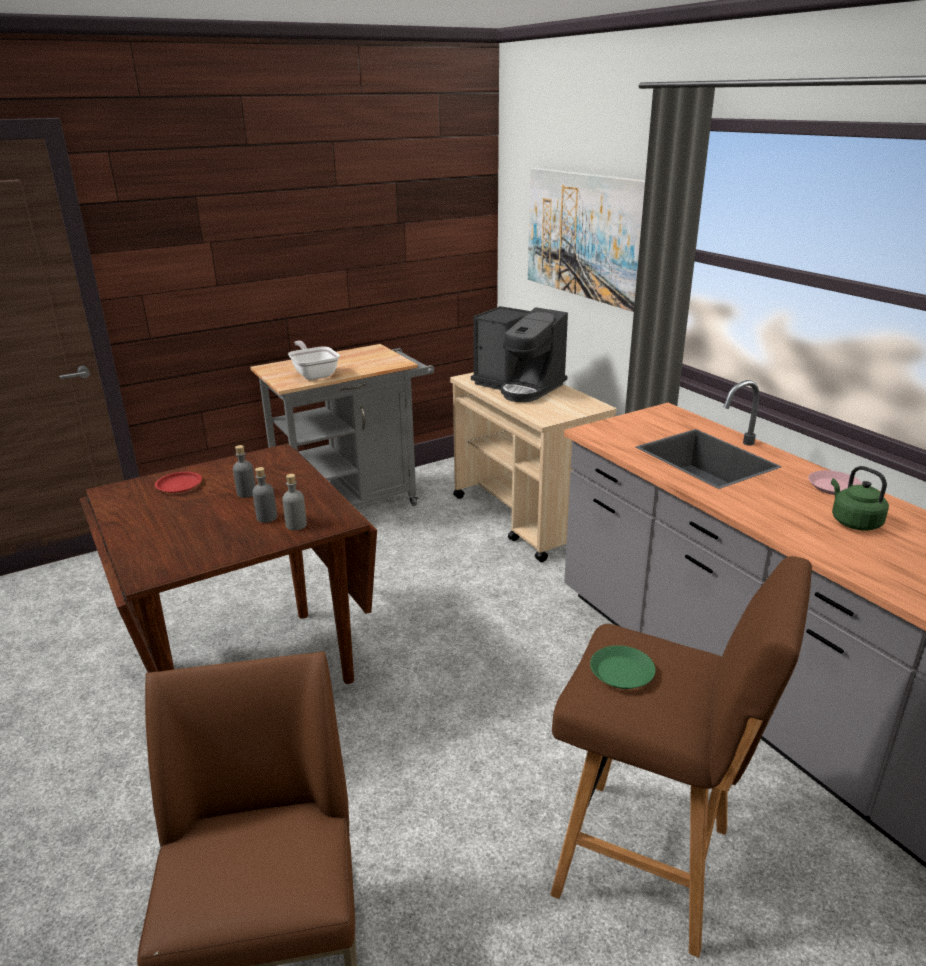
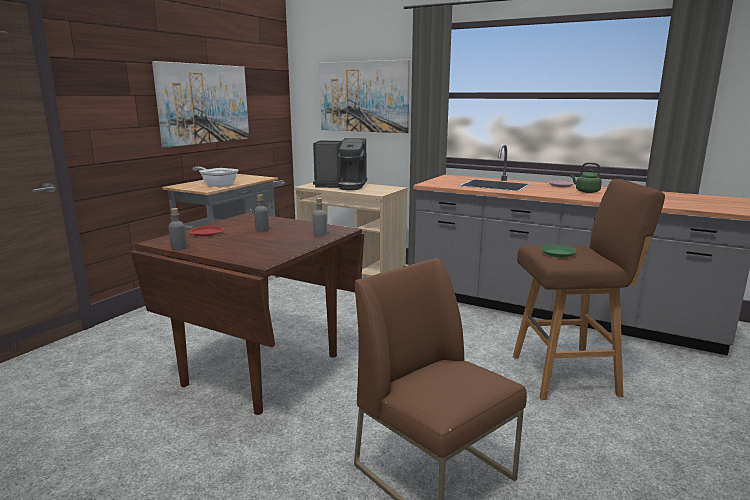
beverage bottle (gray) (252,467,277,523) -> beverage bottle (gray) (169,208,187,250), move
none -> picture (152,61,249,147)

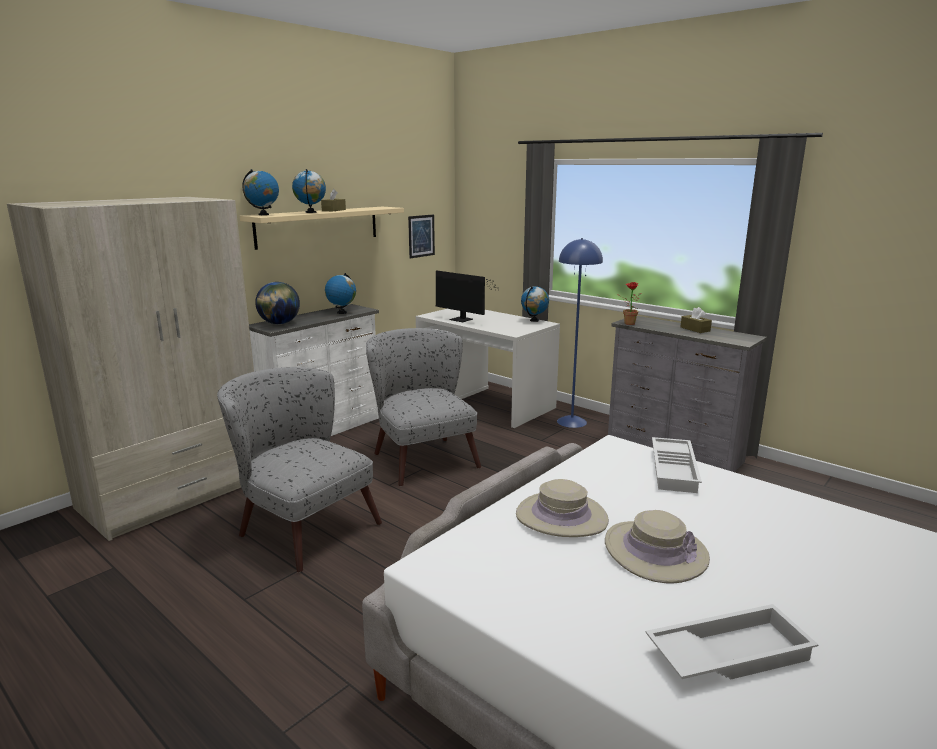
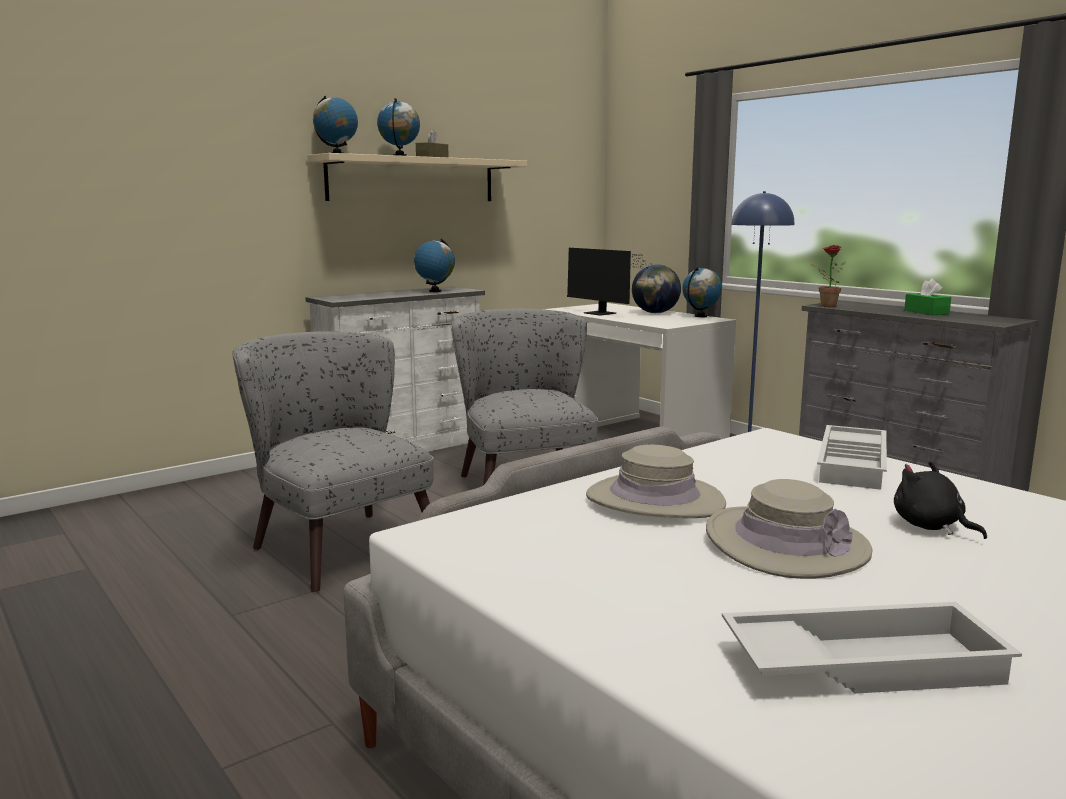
armoire (sand-coloured) (7,197,254,541) -> none
picture (408,214,435,258) -> none
desk globe (255,282,300,324) -> desk globe (632,265,681,313), move
box of tissues (brown) (681,307,712,333) -> box of tissues (green-coloured) (904,278,951,315)
none -> soft toy (blackish) (894,461,987,539)

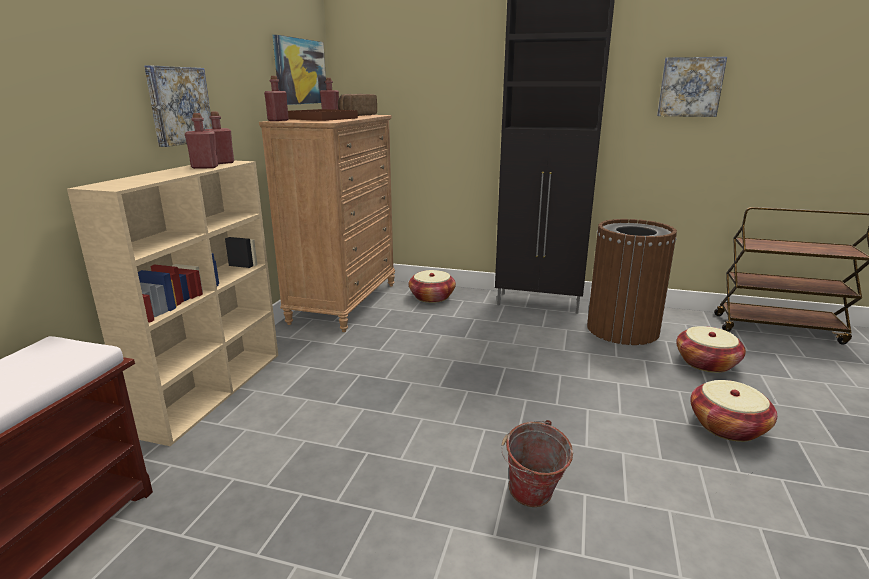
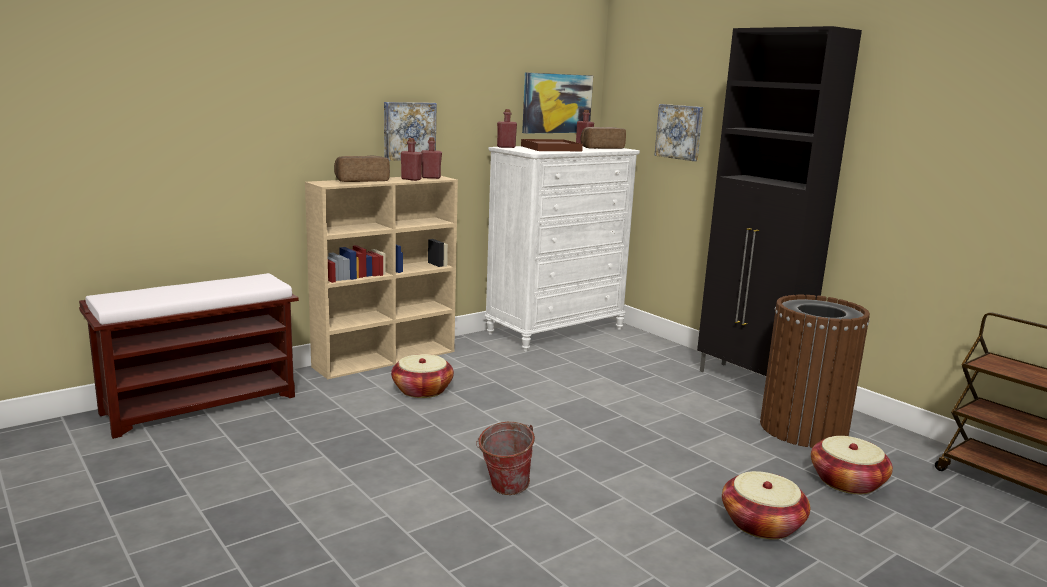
picture (657,57,727,117) -> picture (654,104,703,161), move
drawer chest (brown) (259,115,395,332) -> drawer chest (white-coloured) (484,146,640,351)
household basket (409,270,456,303) -> household basket (391,354,454,398), move
none -> bakery bread (334,156,390,182)

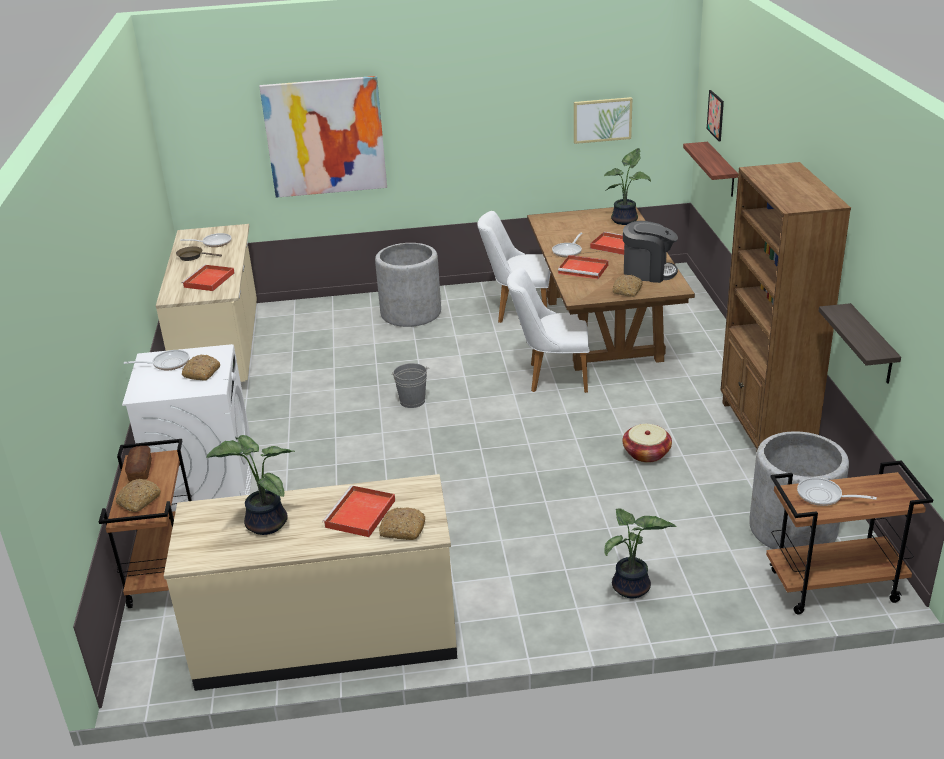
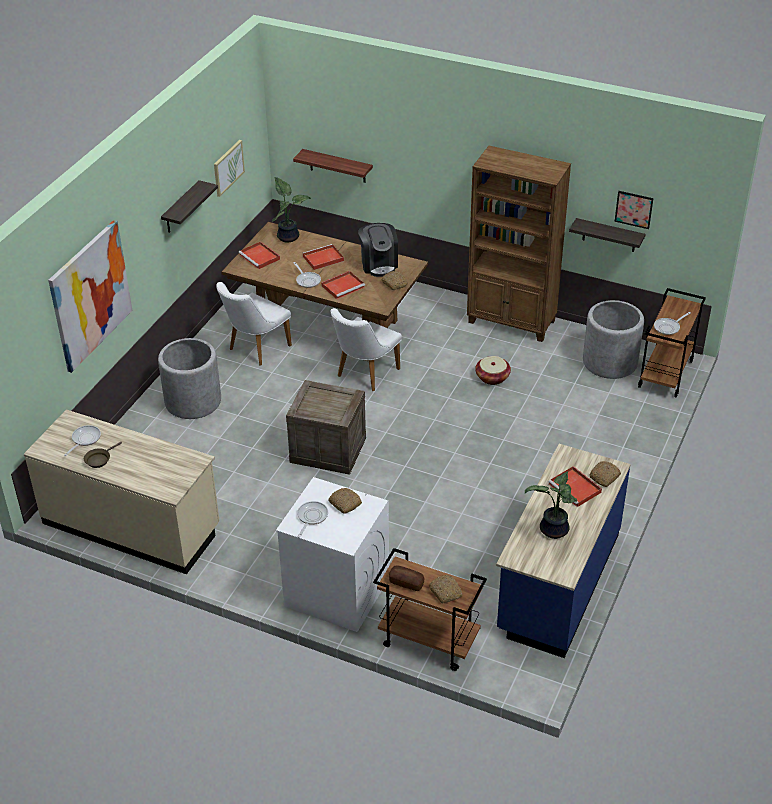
picture (707,90,724,141) -> picture (615,191,653,229), move
coffee machine (623,221,678,283) -> coffee machine (358,223,398,277), 120 degrees clockwise
carrying tray (reddish) (182,265,235,291) -> carrying tray (reddish) (239,241,280,269), move
bucket (gray) (391,363,429,408) -> packing crate (286,380,366,475)
counter (sand-coloured) (164,474,457,691) -> counter (blue) (496,444,631,658)
houseplant (604,508,676,598) -> none
none -> bracket shelf (161,180,218,233)

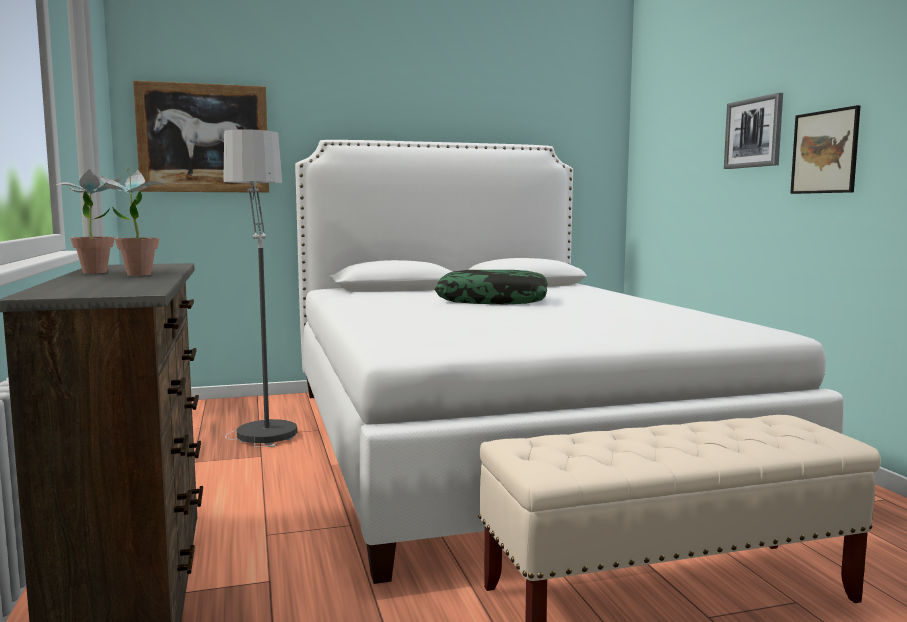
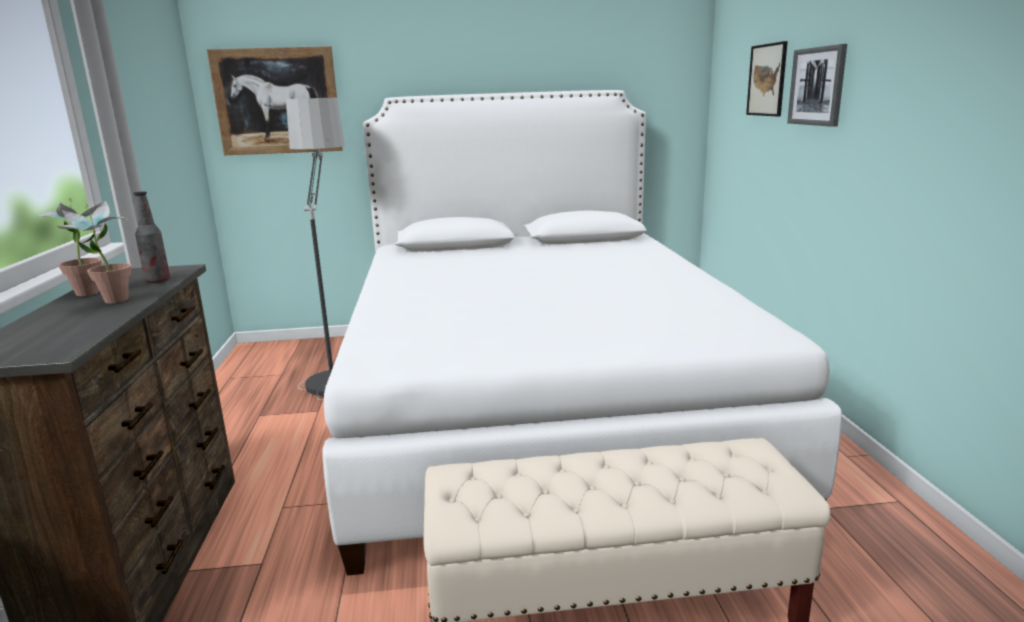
picture (790,105,860,194) -> picture (746,41,788,116), move
cushion (435,270,548,304) -> none
none -> beverage bottle (133,191,170,283)

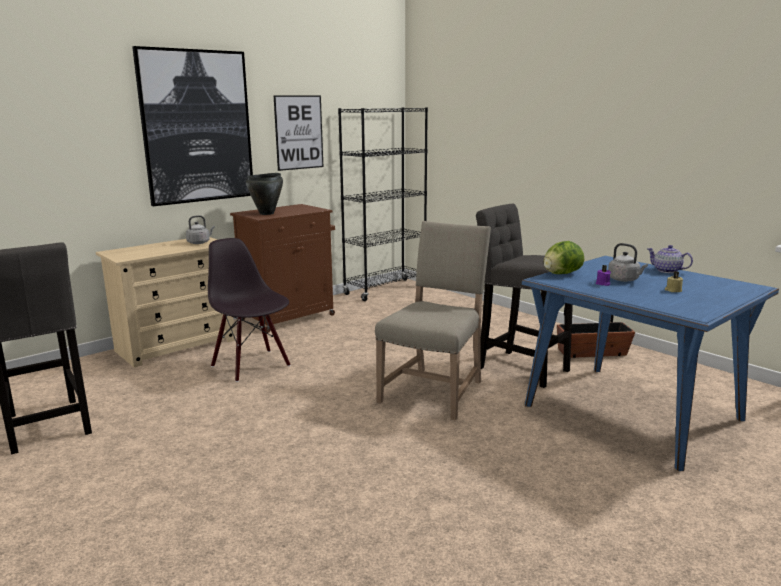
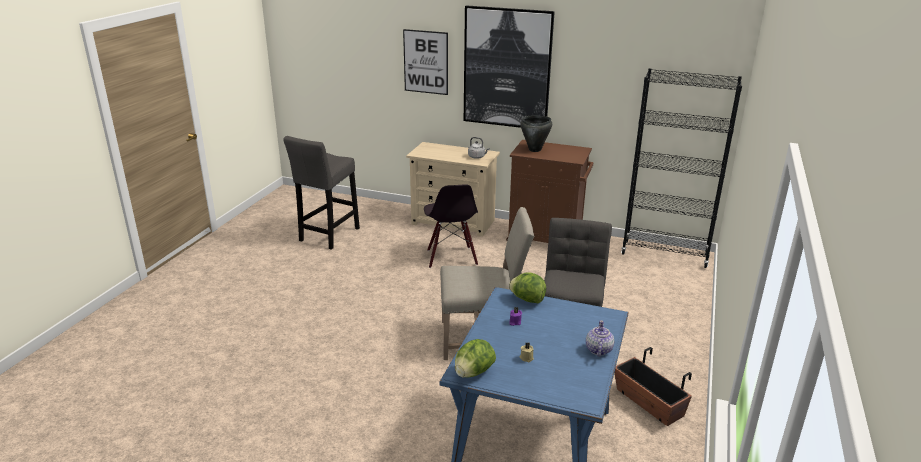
picture (273,95,323,171) -> picture (403,29,448,95), move
chair (blackish) (208,238,291,382) -> chair (blackish) (424,184,478,268), 150 degrees clockwise
water kettle (gray) (608,243,648,282) -> none
none -> head of lettuce (455,339,496,378)

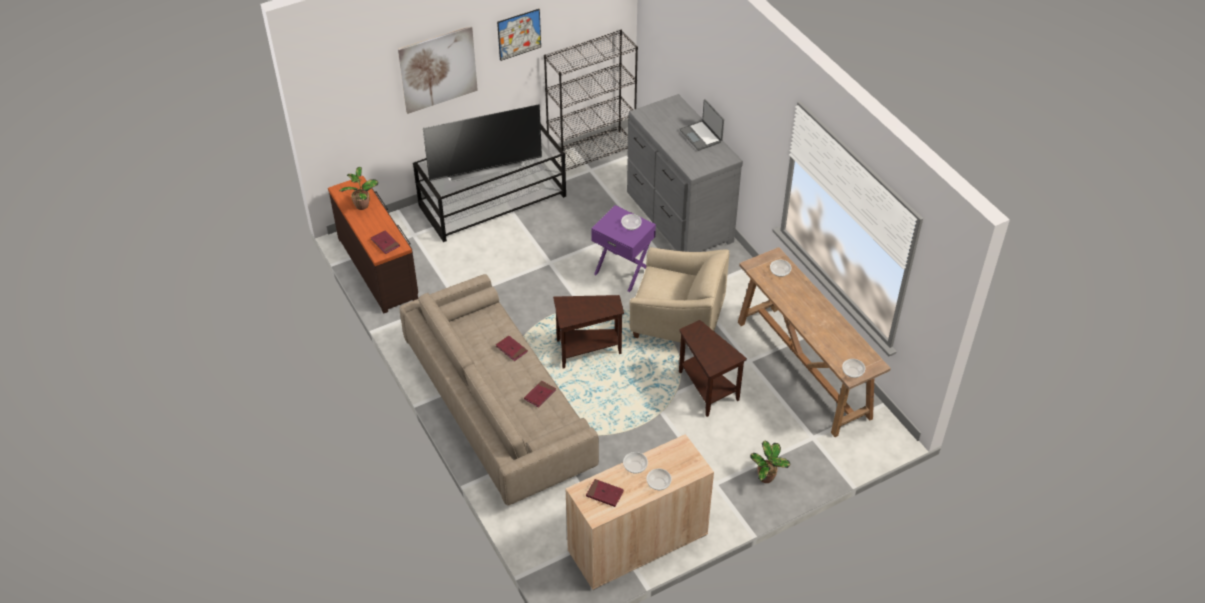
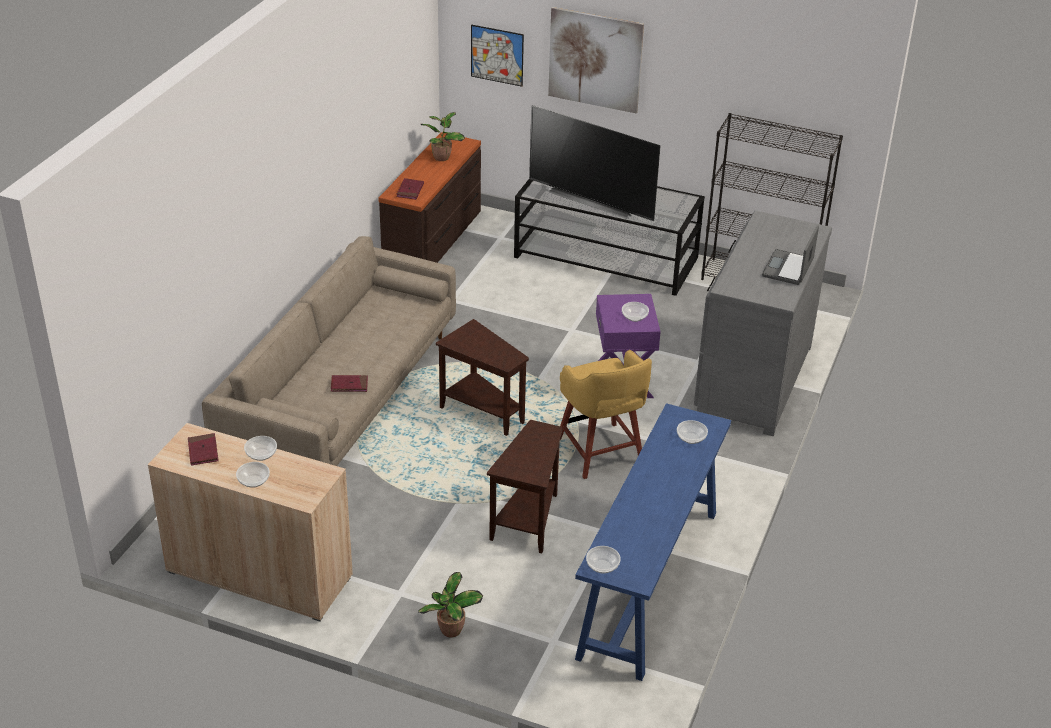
picture (497,9,541,61) -> picture (471,25,524,87), move
lounge chair (sand-coloured) (629,247,730,344) -> stool (yellow-coloured) (560,350,652,479)
narrow table (brown) (738,247,891,437) -> narrow table (blue) (575,403,731,681)
bound book (reddish) (496,336,528,361) -> none

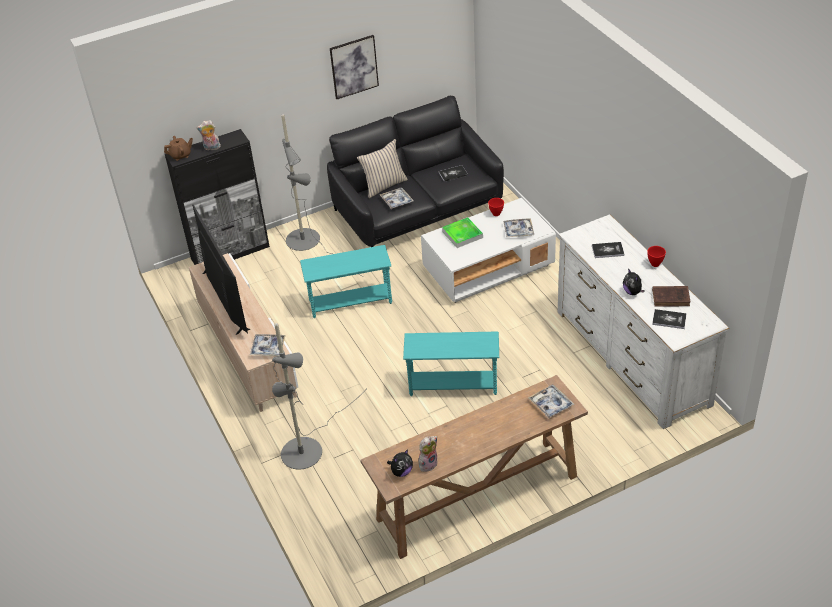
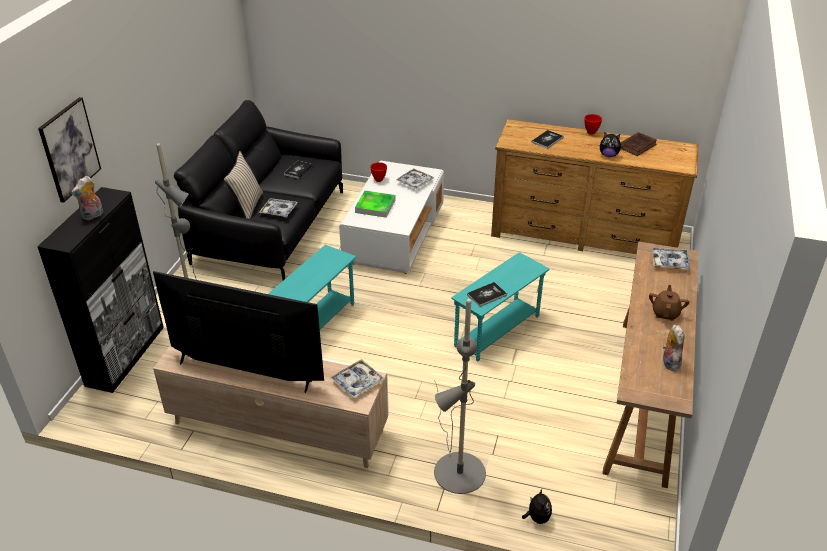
picture (330,35,379,99) -> picture (38,97,101,203), move
tea pot (brown) (164,136,193,161) -> tea pot (brown) (649,285,689,321), move
drawer chest (white-coloured) (558,214,729,429) -> drawer chest (brown) (491,119,699,254)
bound book (652,309,687,329) -> bound book (467,282,507,307), move
soft toy (387,449,413,477) -> soft toy (522,489,552,524), move

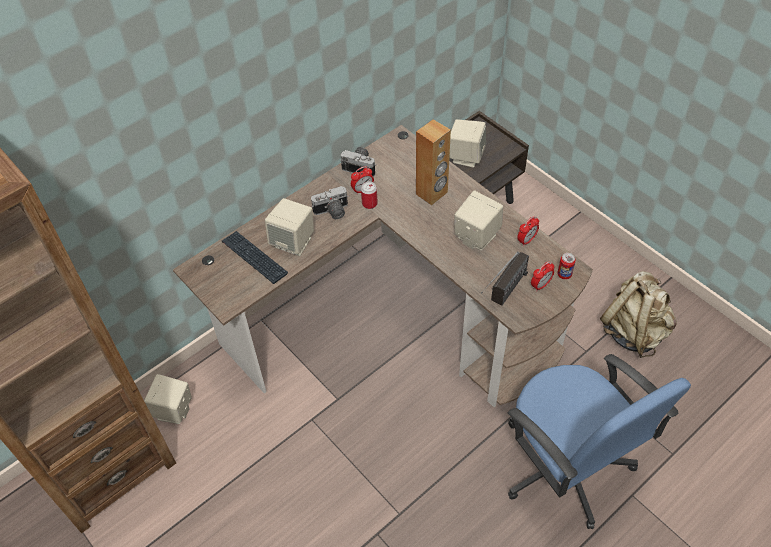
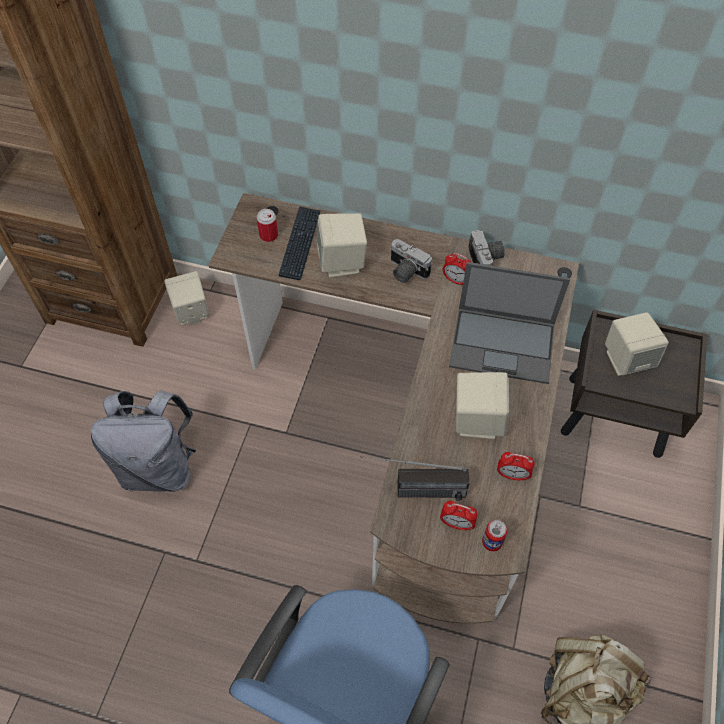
audio speaker (brown) (416,119,451,205) -> portable computer (449,262,570,384)
can (361,181,378,209) -> can (257,209,278,242), move
none -> rucksack (gray) (91,390,196,492)

